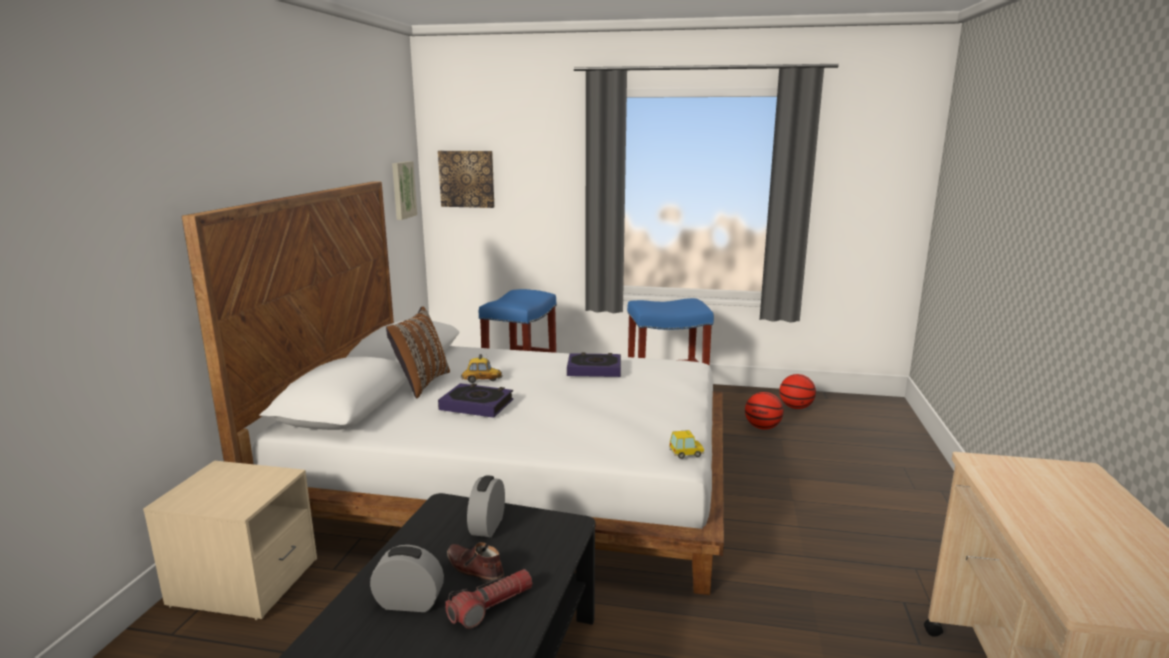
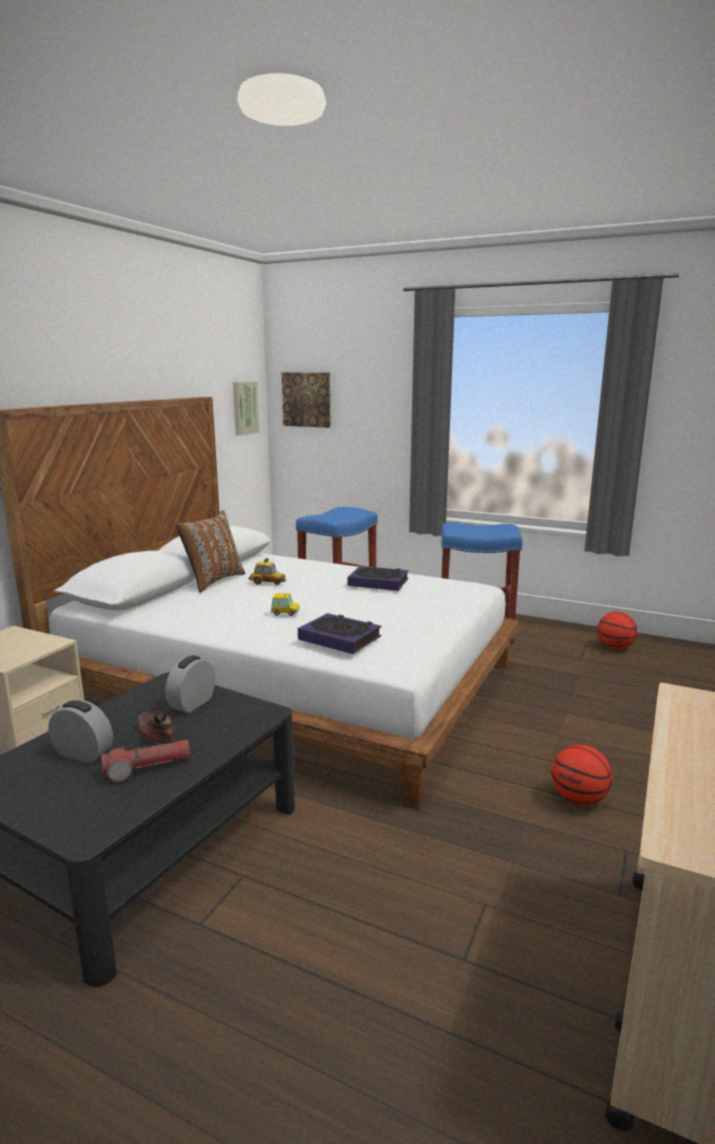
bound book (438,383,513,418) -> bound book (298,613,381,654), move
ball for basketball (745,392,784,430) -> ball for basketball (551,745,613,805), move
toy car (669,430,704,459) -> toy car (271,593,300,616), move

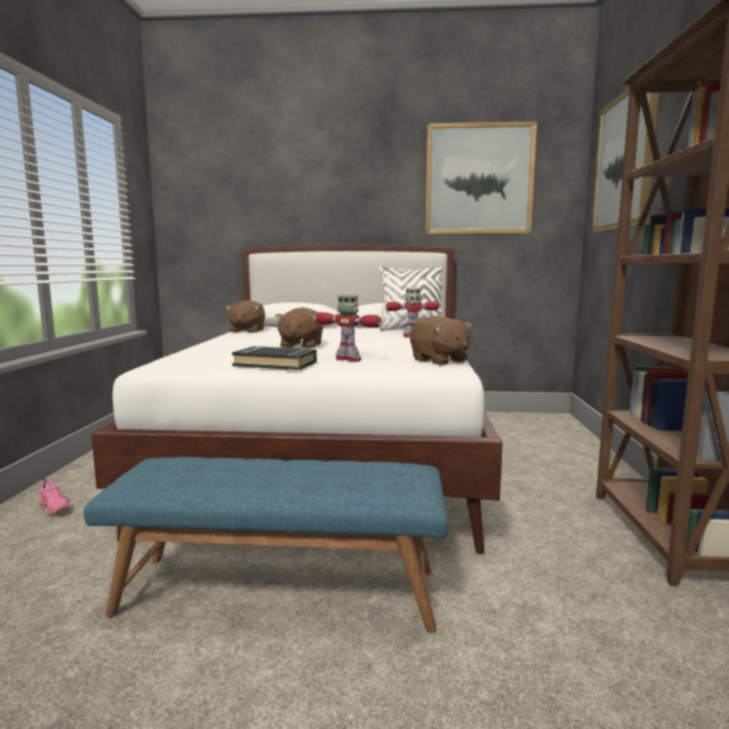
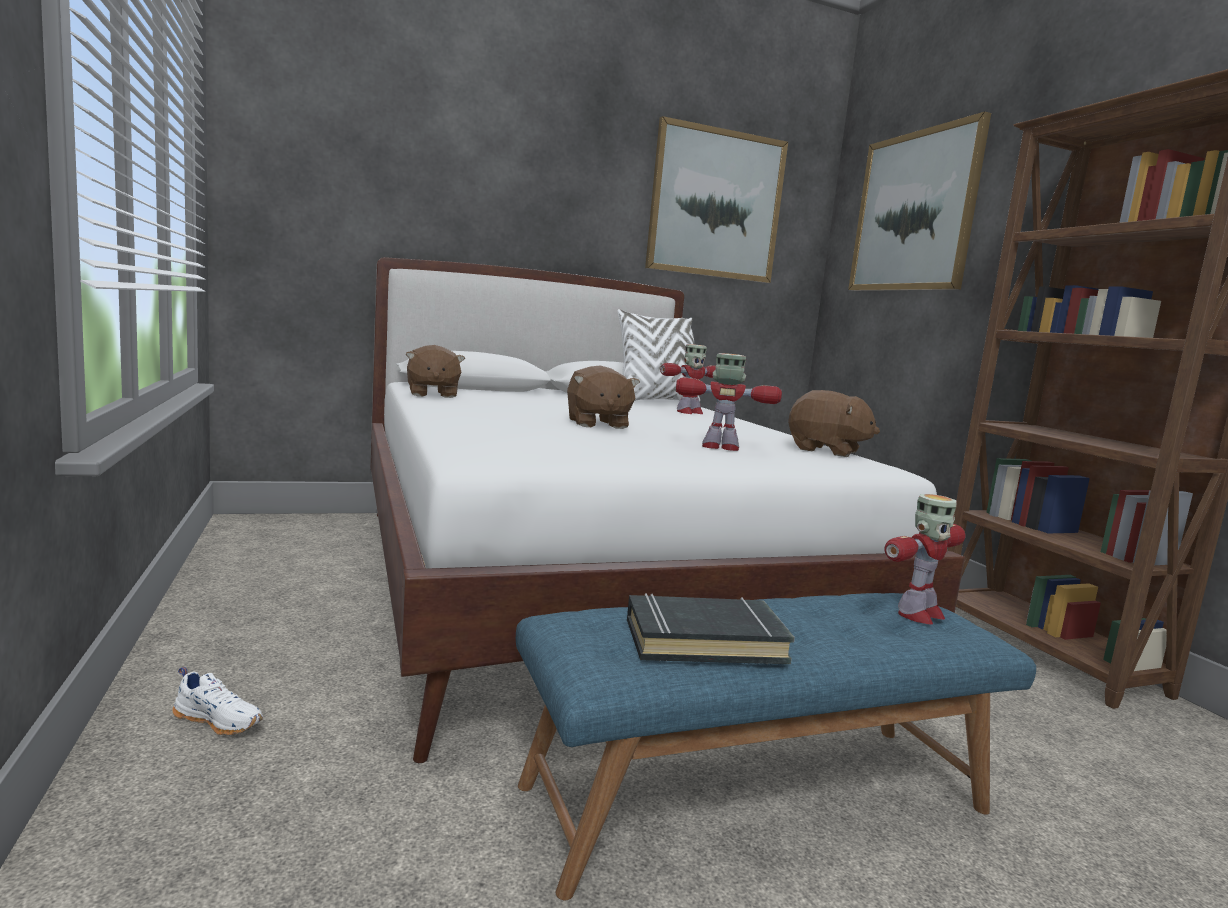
bound book (blackish) (232,346,317,370) -> bound book (blackish) (627,593,795,664), move
item of footwear (pinkish) (39,478,71,515) -> item of footwear (white-coloured) (172,667,263,735)
none -> robot figure (885,494,965,624)

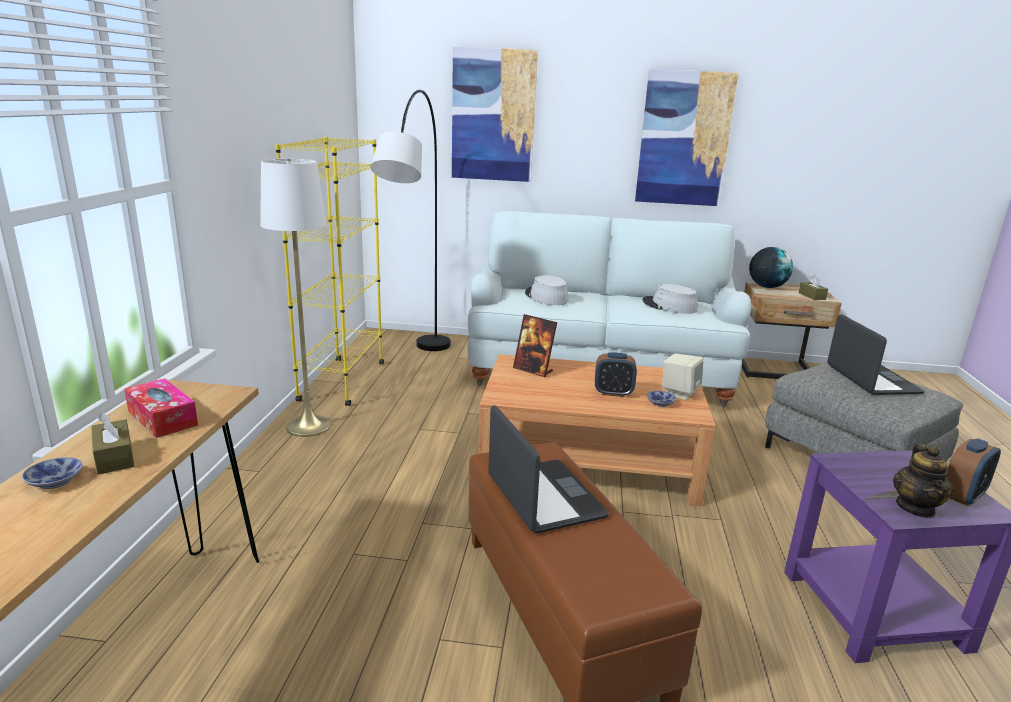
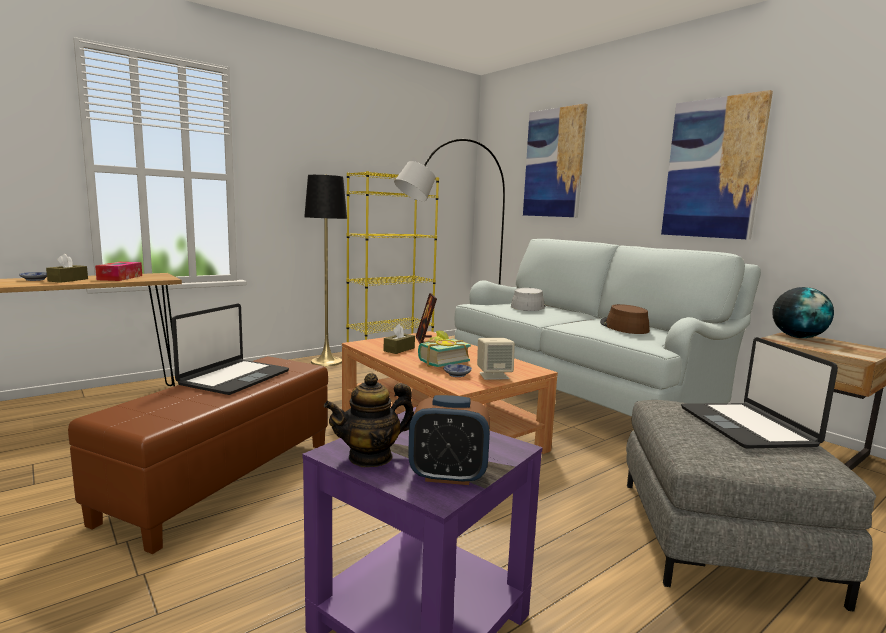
standing lamp (white-coloured) (260,159,332,437) -> standing lamp (blackish) (304,174,347,366)
box of tissues (brown) (799,275,828,300) -> box of tissues (brown) (384,324,415,354), move
wearable hat (gray) (642,284,698,314) -> wearable hat (brown) (600,304,650,334)
portable computer (827,314,925,395) -> portable computer (681,337,838,448), 135 degrees clockwise
table clock (595,352,637,397) -> bound book (418,330,471,367)

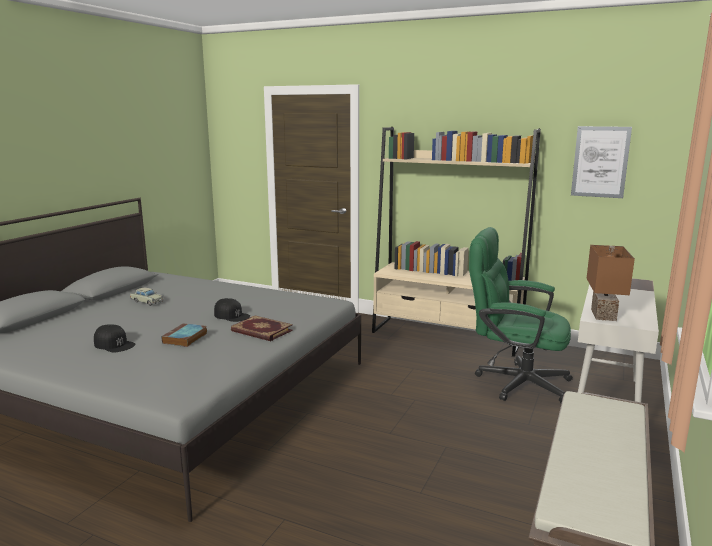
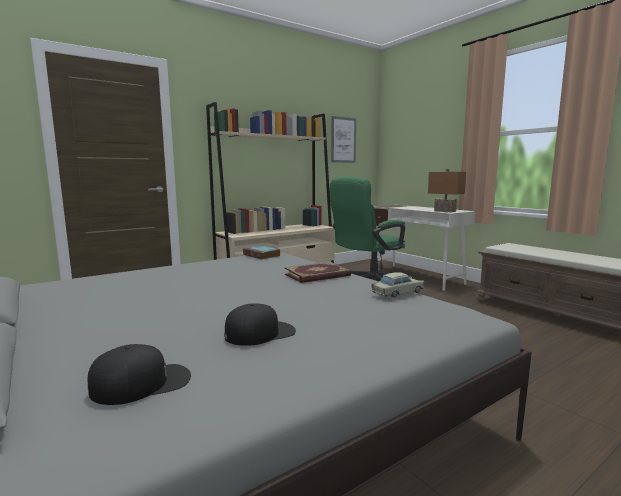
toy car (sand-coloured) (130,288,164,306) -> toy car (sand-coloured) (372,272,424,298), move
peaked cap (blackish) (214,298,250,322) -> peaked cap (blackish) (88,344,191,405), move
bound book (161,323,207,347) -> bound book (243,245,280,259), move

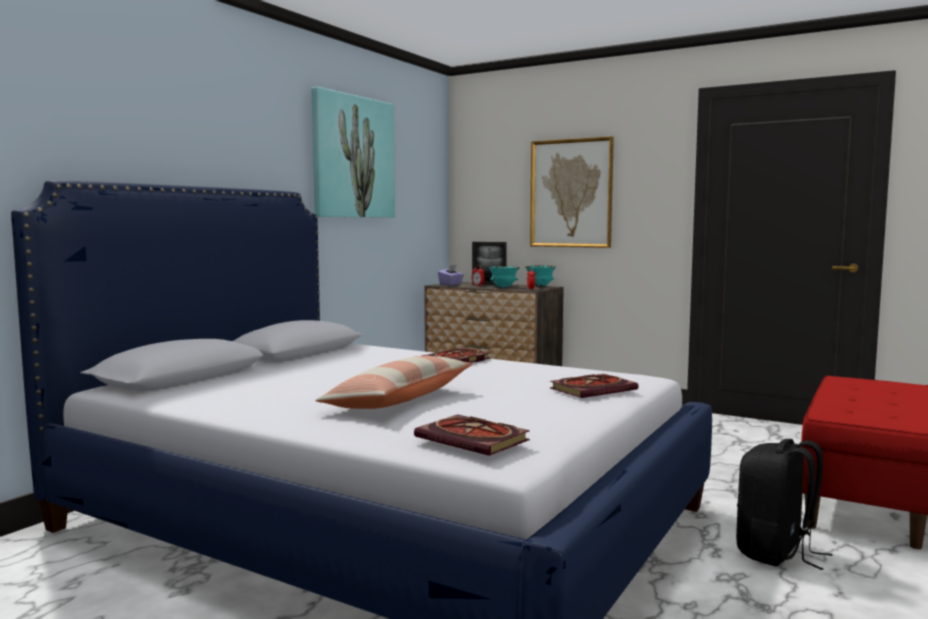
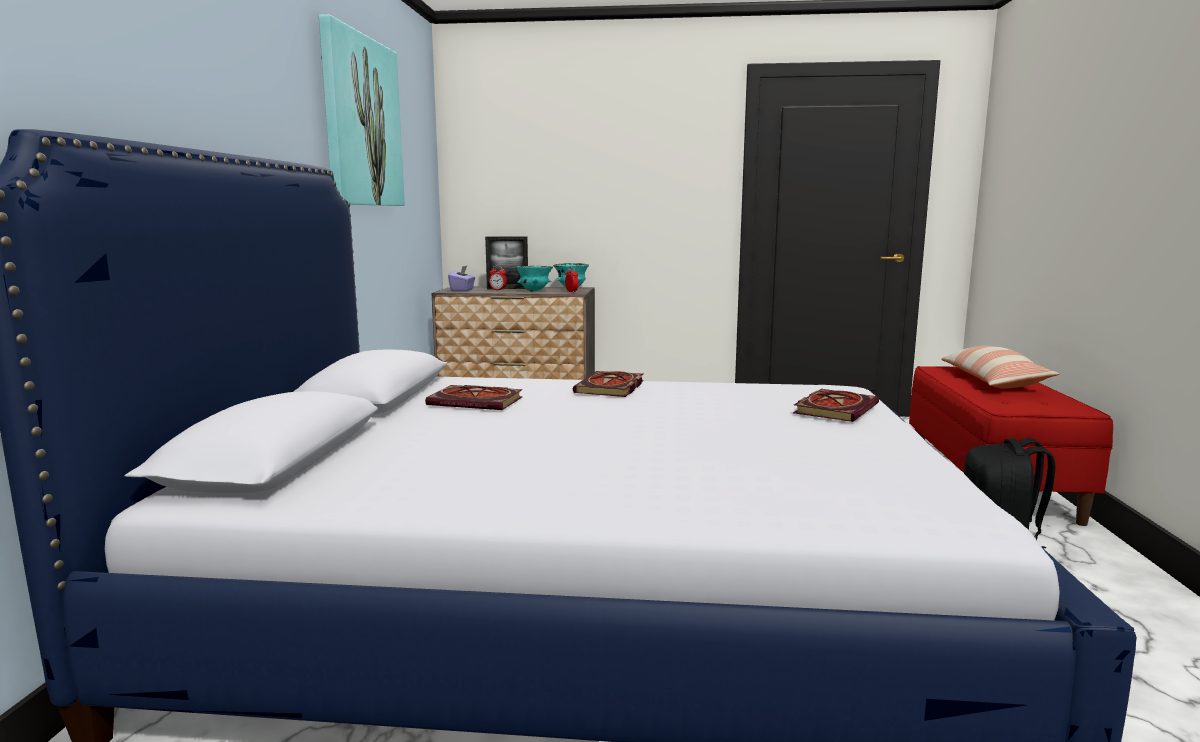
picture (530,136,614,248) -> none
cushion (316,356,473,409) -> cushion (941,346,1060,389), move
bound book (414,415,530,456) -> bound book (425,385,523,410), move

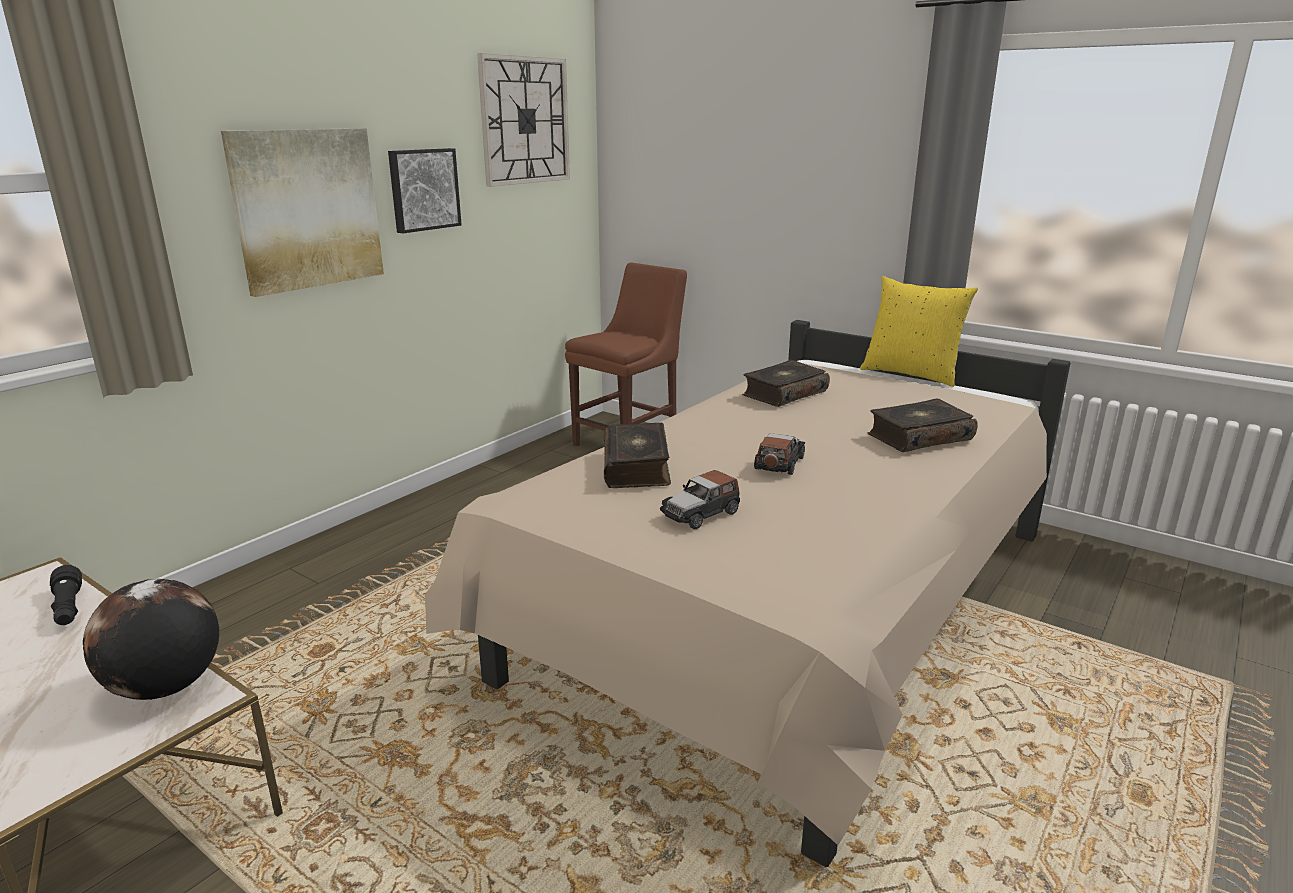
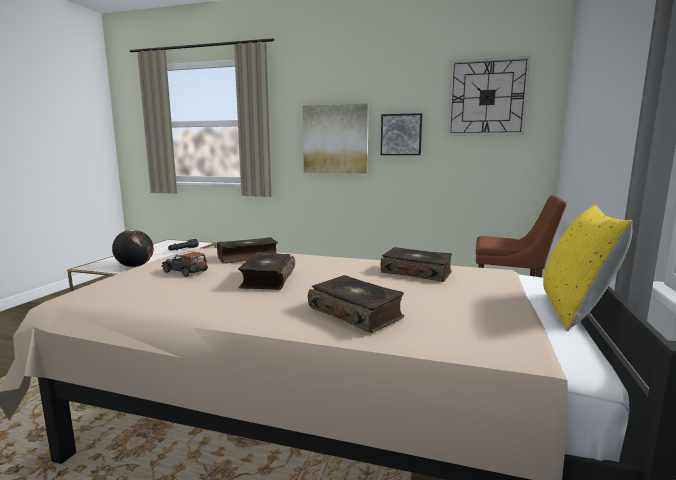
toy car (754,433,805,475) -> bound book (238,252,295,290)

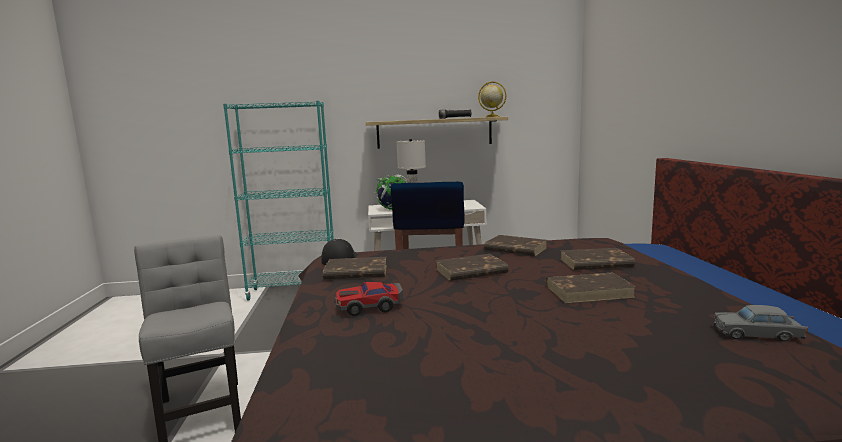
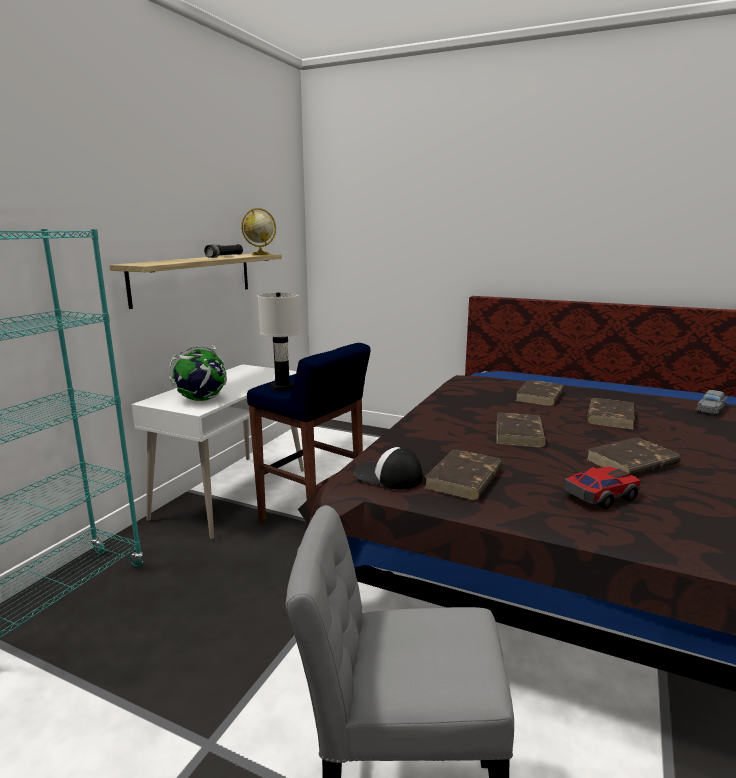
bound book (brown) (484,235,547,256) -> bound book (brown) (586,437,681,476), move
toy car (335,282,403,316) -> toy car (564,466,641,509), 135 degrees counterclockwise

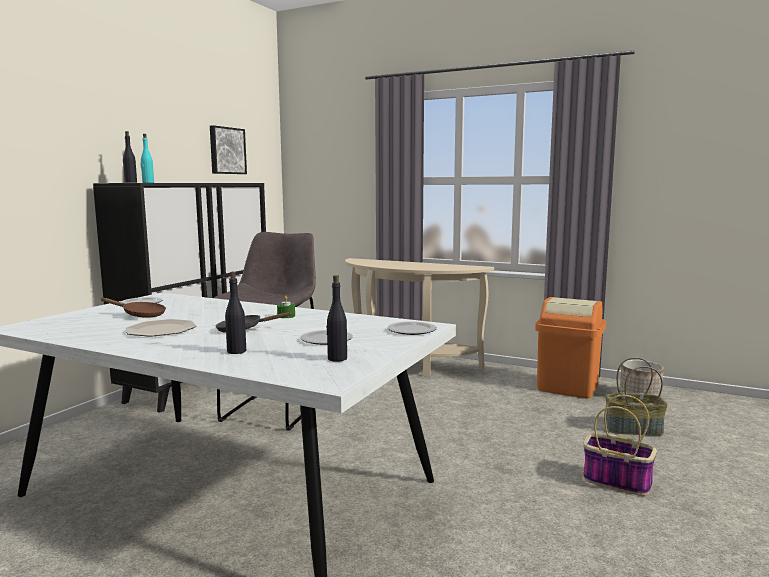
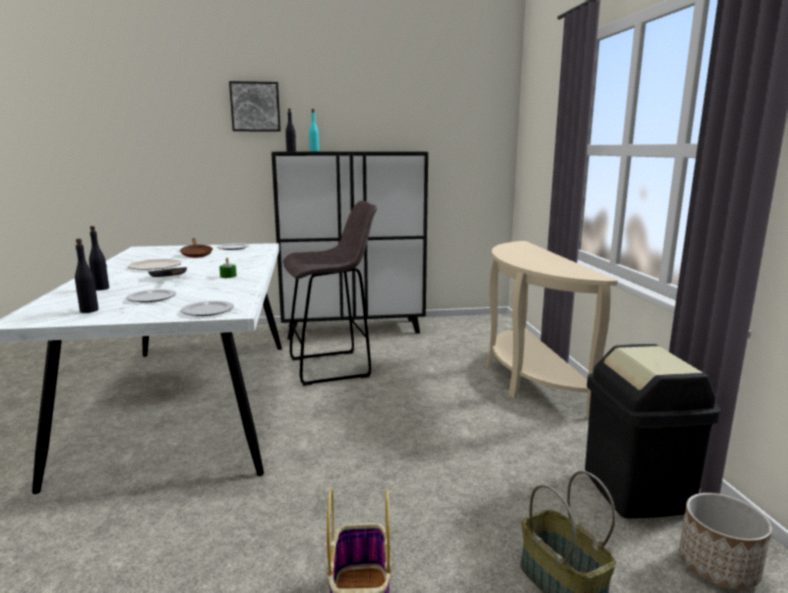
picture (210,125,247,174) -> picture (229,81,281,132), move
trash can (orange-coloured) (535,297,606,398) -> trash can (blackish) (585,344,721,518)

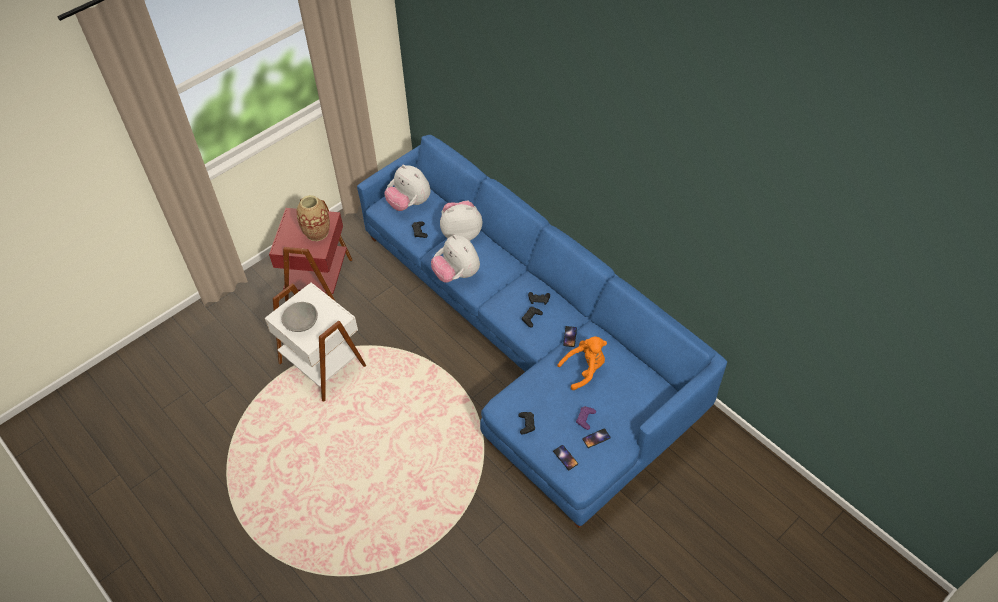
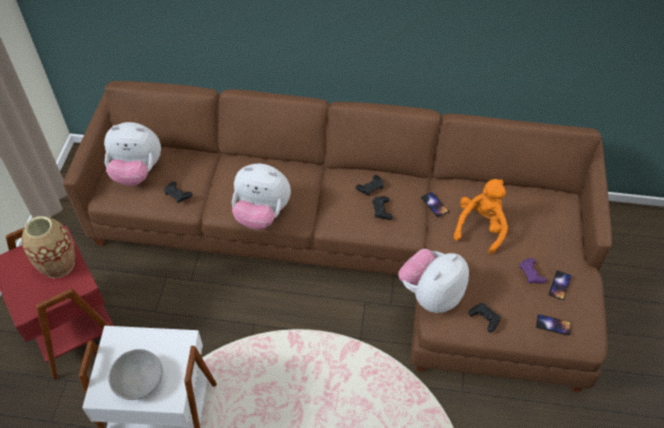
settee (blue) (357,135,727,528) -> settee (brown) (63,81,612,392)
soft toy (440,201,482,241) -> soft toy (398,249,469,313), move

